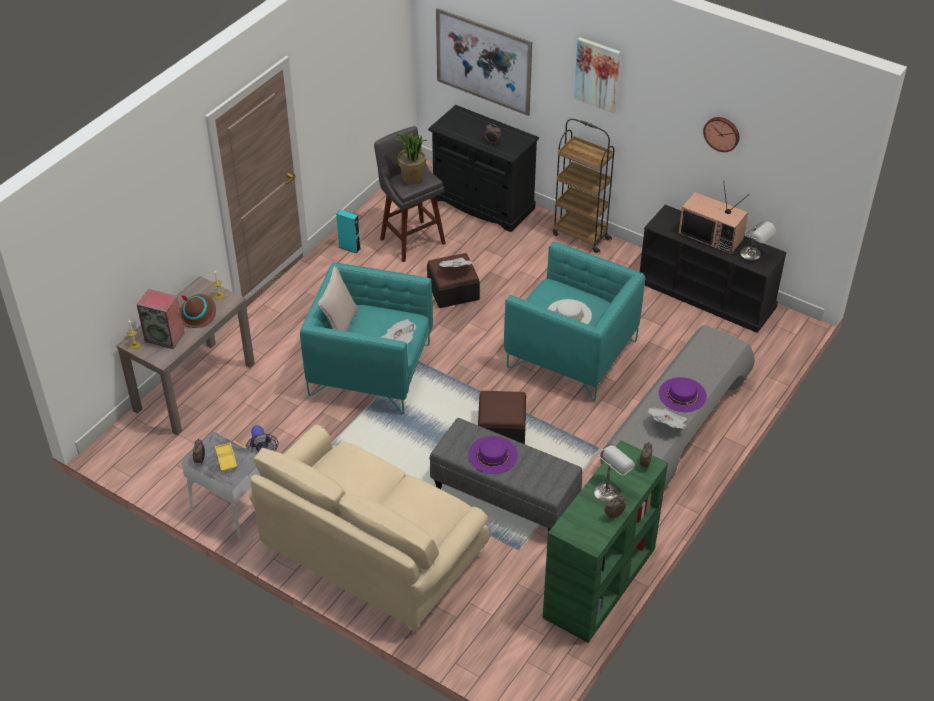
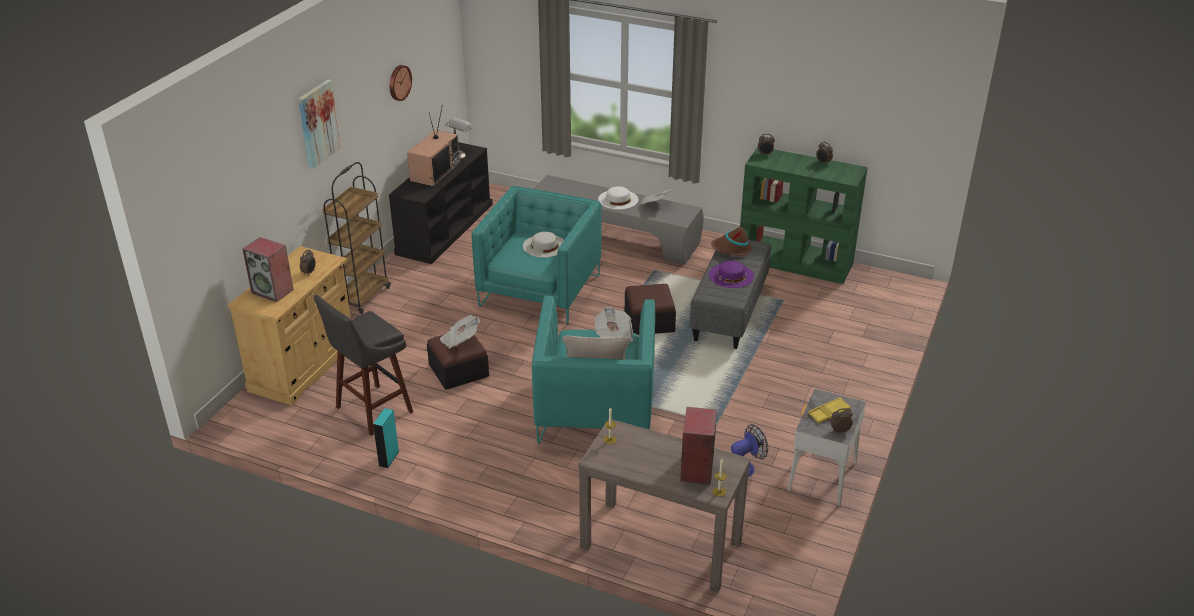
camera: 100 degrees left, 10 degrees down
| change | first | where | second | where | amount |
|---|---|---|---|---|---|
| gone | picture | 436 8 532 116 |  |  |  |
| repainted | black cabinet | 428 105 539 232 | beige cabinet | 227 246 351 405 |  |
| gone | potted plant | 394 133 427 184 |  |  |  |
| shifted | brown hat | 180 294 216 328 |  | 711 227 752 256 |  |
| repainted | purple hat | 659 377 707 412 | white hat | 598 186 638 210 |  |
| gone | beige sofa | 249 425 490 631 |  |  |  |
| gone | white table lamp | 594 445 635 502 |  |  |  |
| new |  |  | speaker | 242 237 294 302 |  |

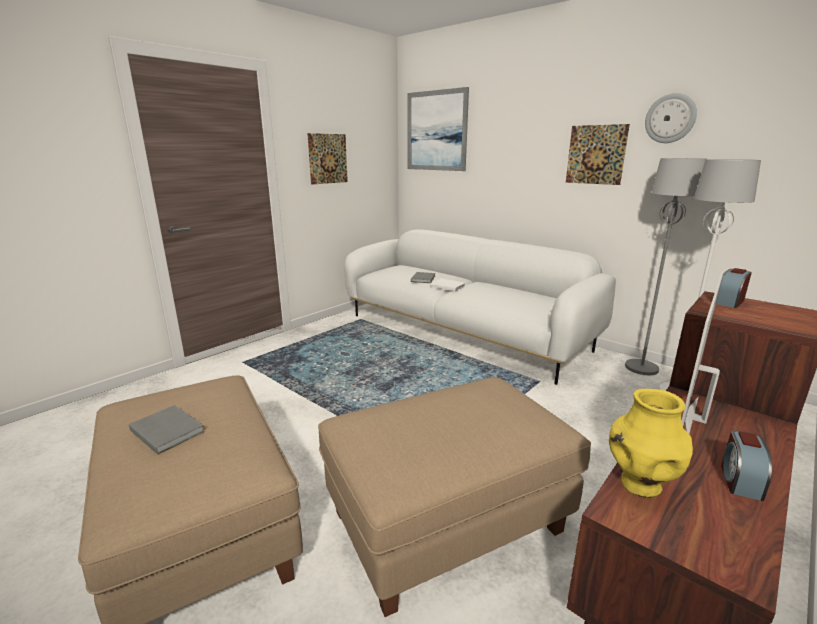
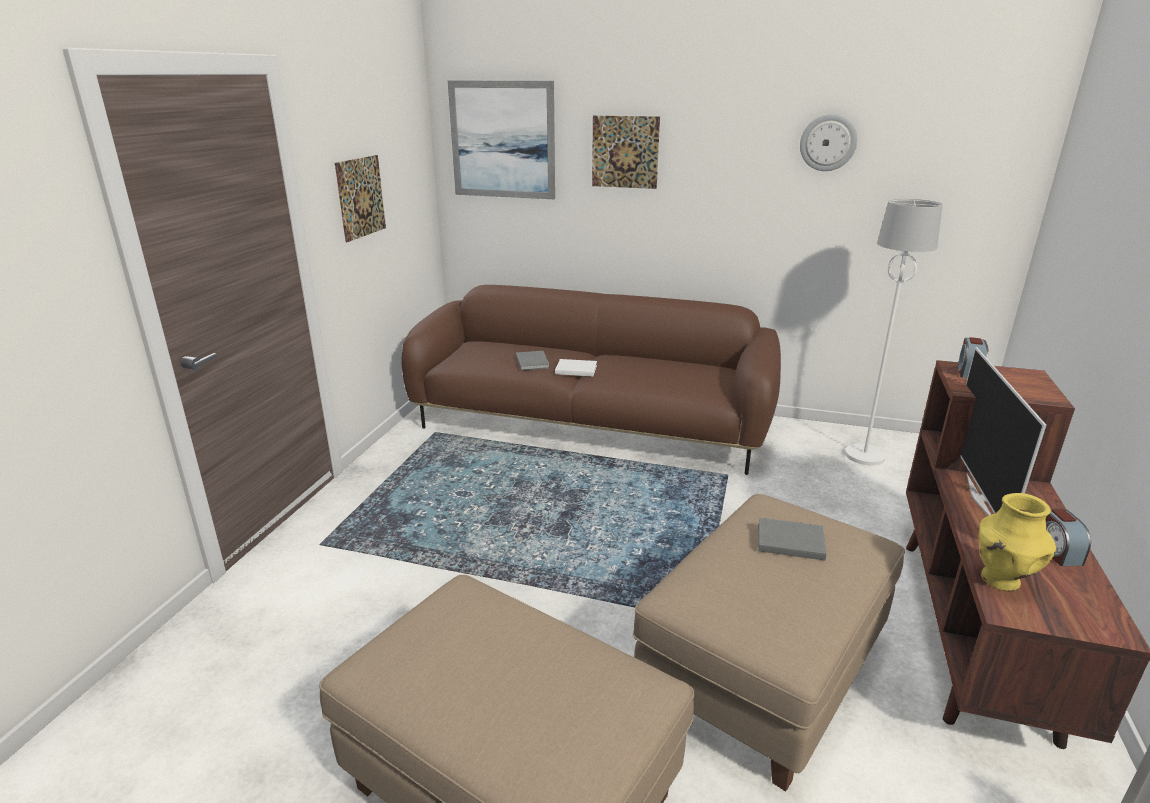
camera: 25 degrees left, 5 degrees up
| change | first | where | second | where | amount |
|---|---|---|---|---|---|
| shifted | picture | 566 124 630 185 |  | 592 116 660 189 |  |
| gone | grey floor lamp | 625 158 706 375 |  |  |  |
| repainted | white sofa | 345 229 616 385 | brown sofa | 401 285 781 475 |  |
| shifted | grey book | 129 405 205 455 |  | 758 518 827 561 |  |

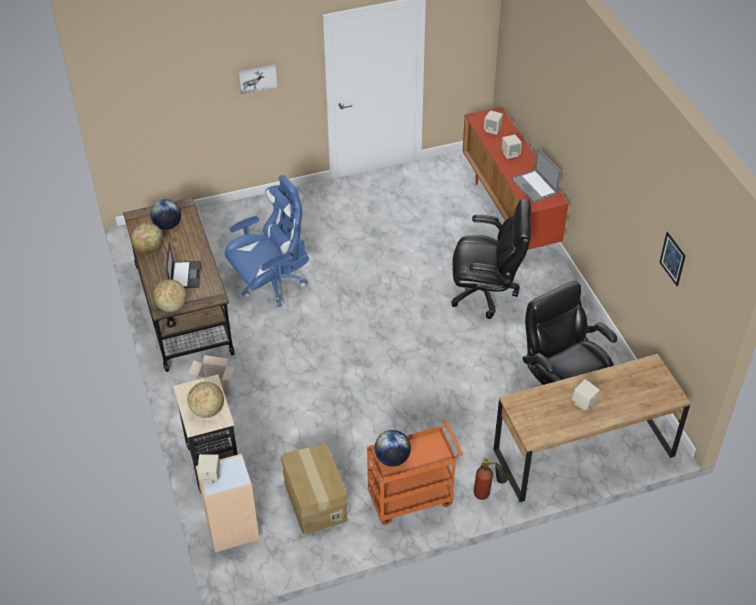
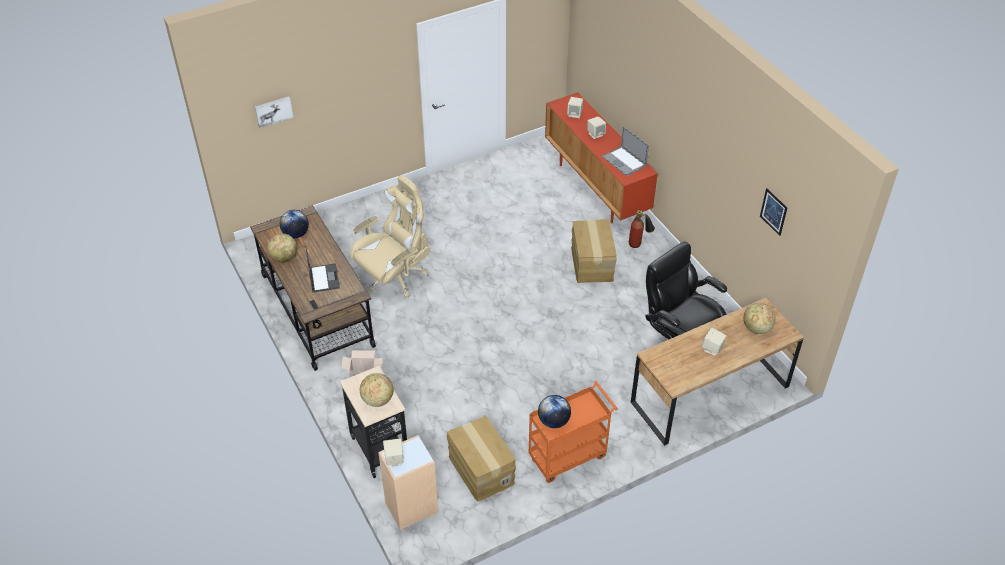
camera: 10 degrees left, 0 degrees up
| change | first | where | second | where | amount |
|---|---|---|---|---|---|
| shifted | picture | 238 64 277 95 |  | 255 96 293 128 |  |
| repainted | blue office chair | 225 175 309 307 | beige office chair | 350 175 430 298 |  |
| swapped | black office chair | 452 199 531 319 | cardboard box | 571 219 617 283 |  |
| shifted | globe | 153 279 187 312 |  | 743 303 776 334 |  |
| shifted | fire extinguisher | 474 457 509 500 |  | 629 210 655 248 |  |

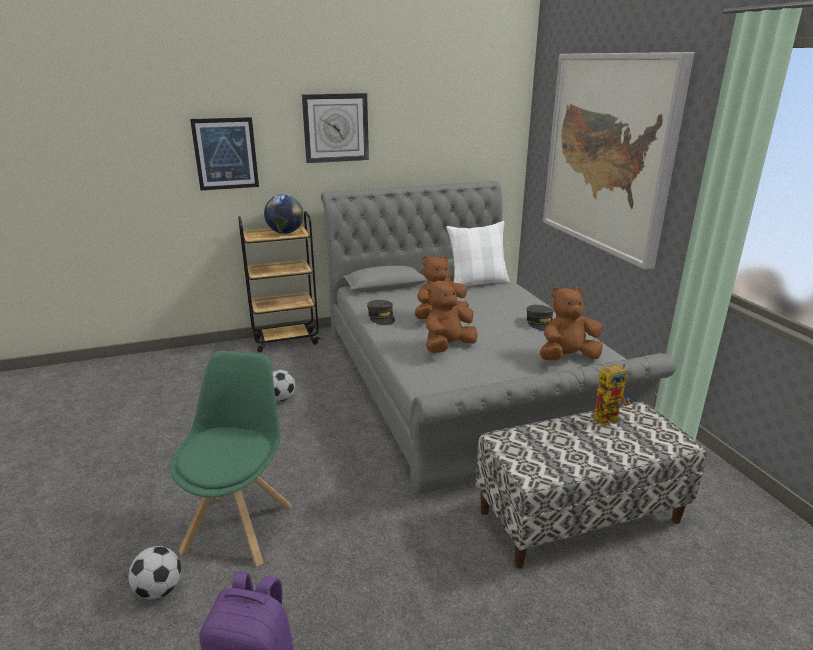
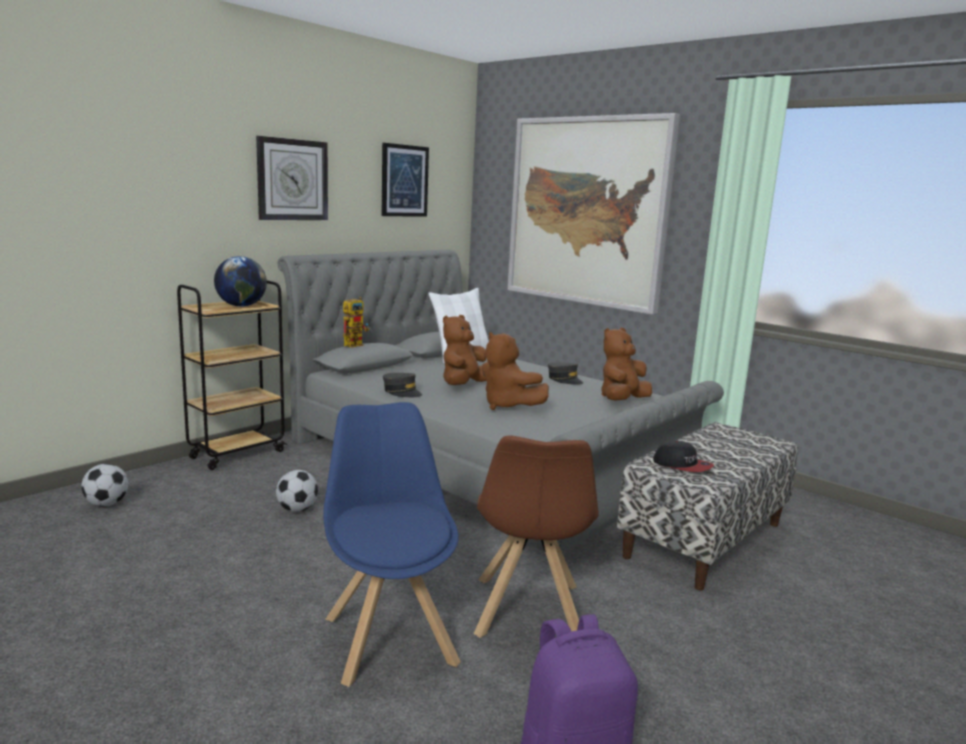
camera: 30 degrees left, 10 degrees down
| change | first | where | second | where | amount |
|---|---|---|---|---|---|
| shifted | picture | 190 117 259 190 |  | 382 143 429 217 |  |
| rotated | brown plush toy | 426 278 478 353 |  | 482 332 549 410 | 60 degrees counterclockwise |
| repainted | green chair | 170 351 292 567 | blue chair | 323 402 461 687 |  |
| shifted | toy robot | 593 363 630 426 |  | 343 297 369 348 |  |
| shifted | football | 128 546 181 599 |  | 81 464 128 506 |  |
| new |  |  | brown chair | 474 435 599 638 |  |
| new |  |  | cap | 653 441 714 472 |  |

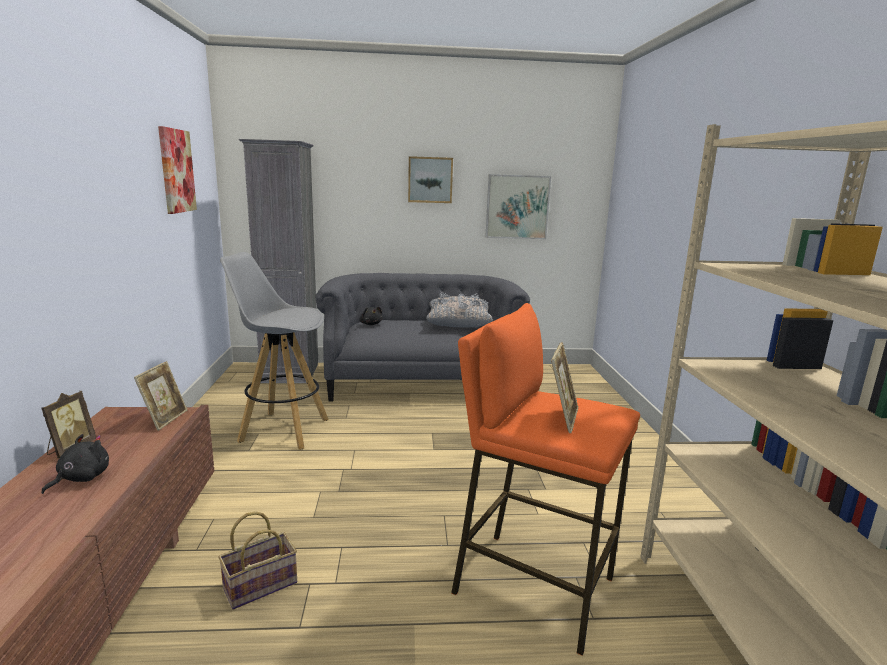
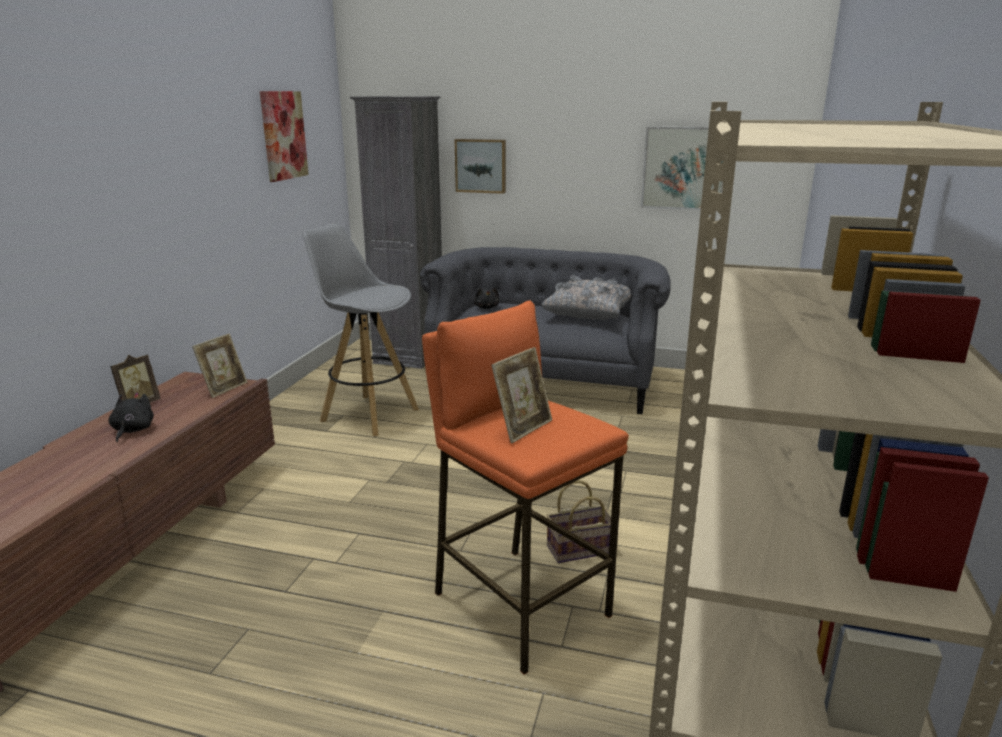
camera: 20 degrees right, 5 degrees up
| change | first | where | second | where | amount |
|---|---|---|---|---|---|
| shifted | picture | 408 156 453 203 |  | 455 139 506 194 |  |
| rotated | black plush toy | 41 434 109 494 |  | 109 392 154 442 | 45 degrees counterclockwise |
| shifted | basket | 218 511 297 609 |  | 546 480 611 563 |  |

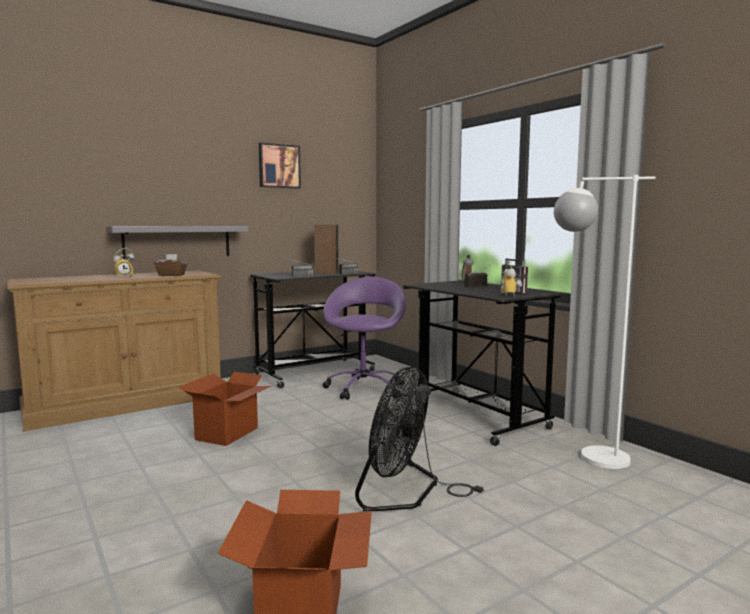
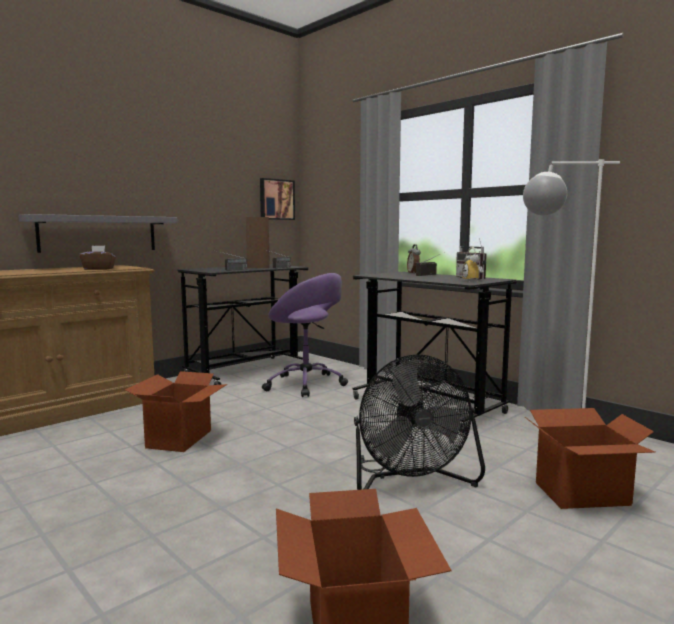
camera: 10 degrees left, 0 degrees up
| change | first | where | second | where | amount |
|---|---|---|---|---|---|
| shifted | picture | 259 143 301 189 |  | 260 178 295 220 |  |
| gone | alarm clock | 113 248 135 278 |  |  |  |
| rotated | purple office chair | 322 277 406 400 |  | 262 273 348 397 | 120 degrees clockwise |
| rotated | black fan | 355 366 485 512 |  | 354 354 485 490 | 120 degrees counterclockwise |
| new |  |  | cardboard box | 525 408 655 509 |  |

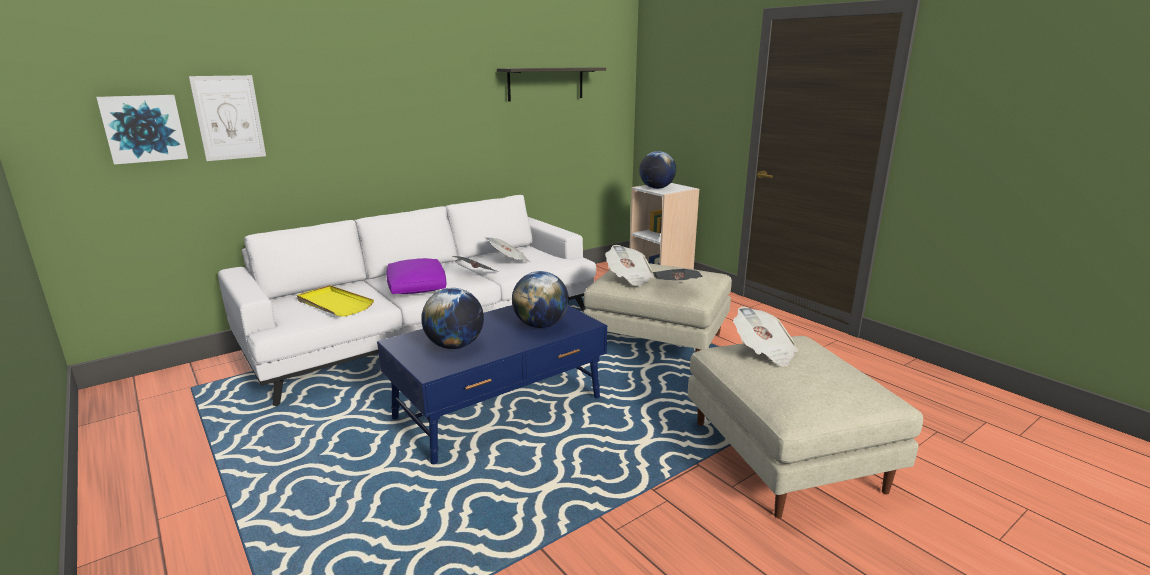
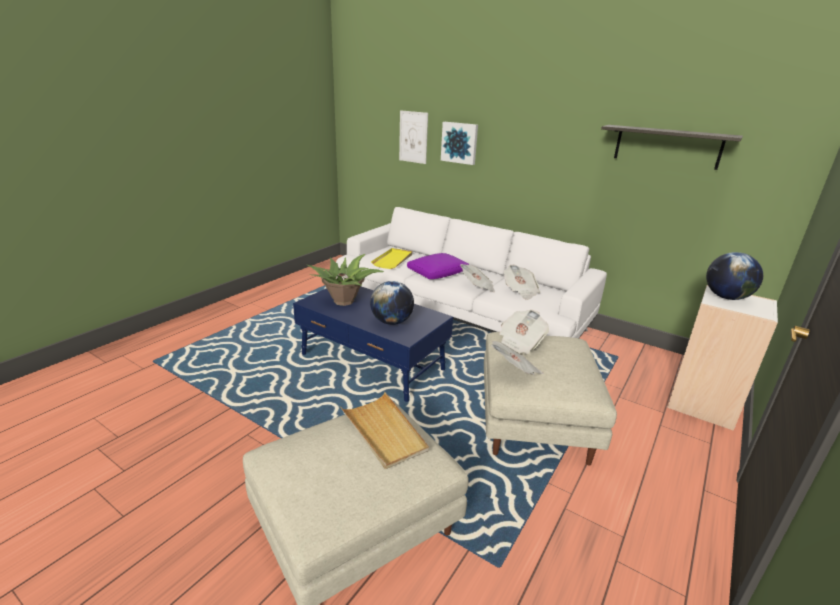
camera: 70 degrees right, 5 degrees up
| change | first | where | second | where | amount |
|---|---|---|---|---|---|
| shifted | picture | 96 95 188 165 |  | 441 122 478 165 |  |
| swapped | globe | 421 288 484 349 | potted plant | 307 254 384 306 |  |
| swapped | newspaper | 733 306 799 367 | beige tray | 341 392 429 469 |  |

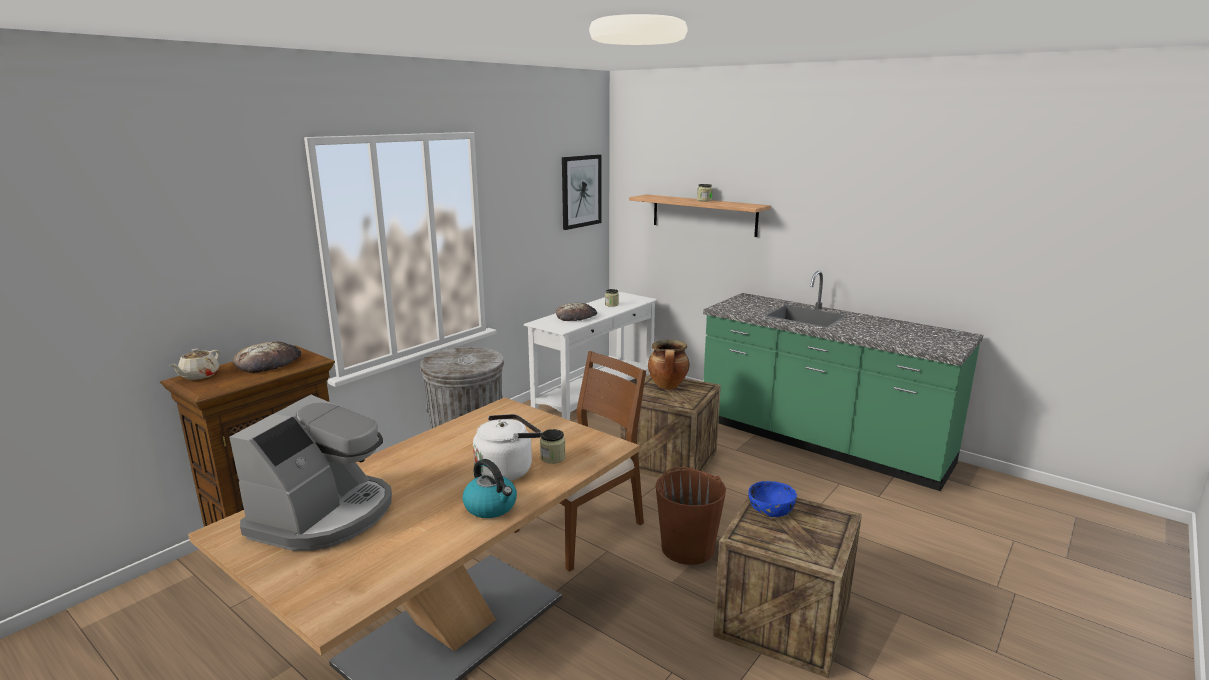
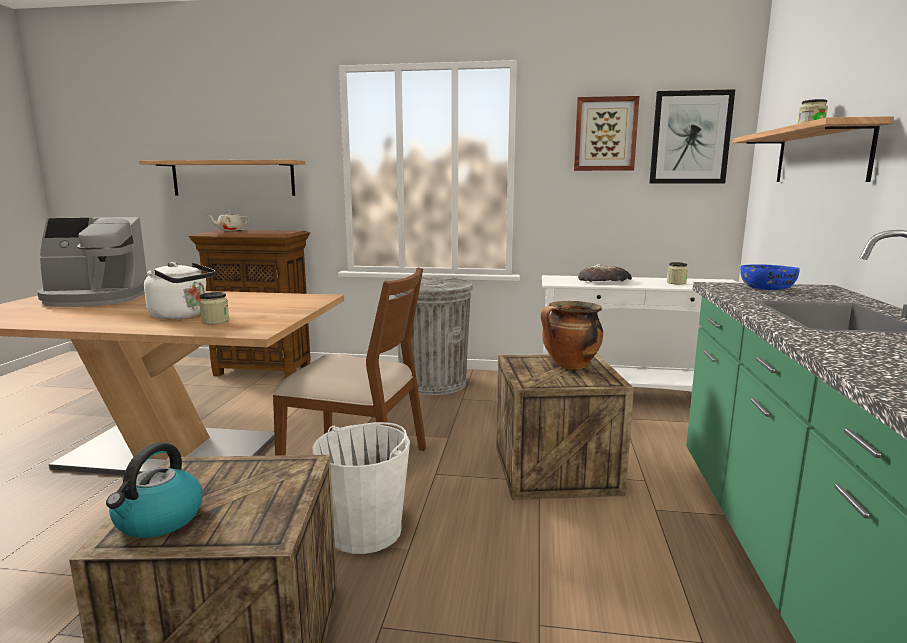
camera: 60 degrees right, 5 degrees down
| change | first | where | second | where | amount |
|---|---|---|---|---|---|
| gone | bread | 233 341 302 373 |  |  |  |
| shifted | kettle | 462 459 517 518 |  | 106 442 203 538 |  |
| repainted | brown bucket | 655 467 726 565 | white bucket | 312 422 410 554 |  |
| shifted | blue bowl | 748 481 797 517 |  | 740 264 799 290 |  |
| new |  |  | picture | 574 96 639 171 |  |
| new |  |  | shelf | 139 160 305 196 |  |

